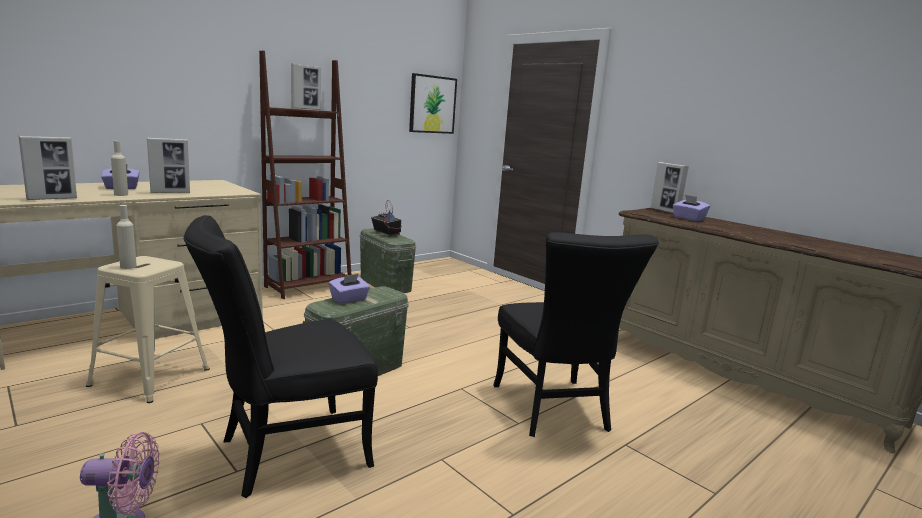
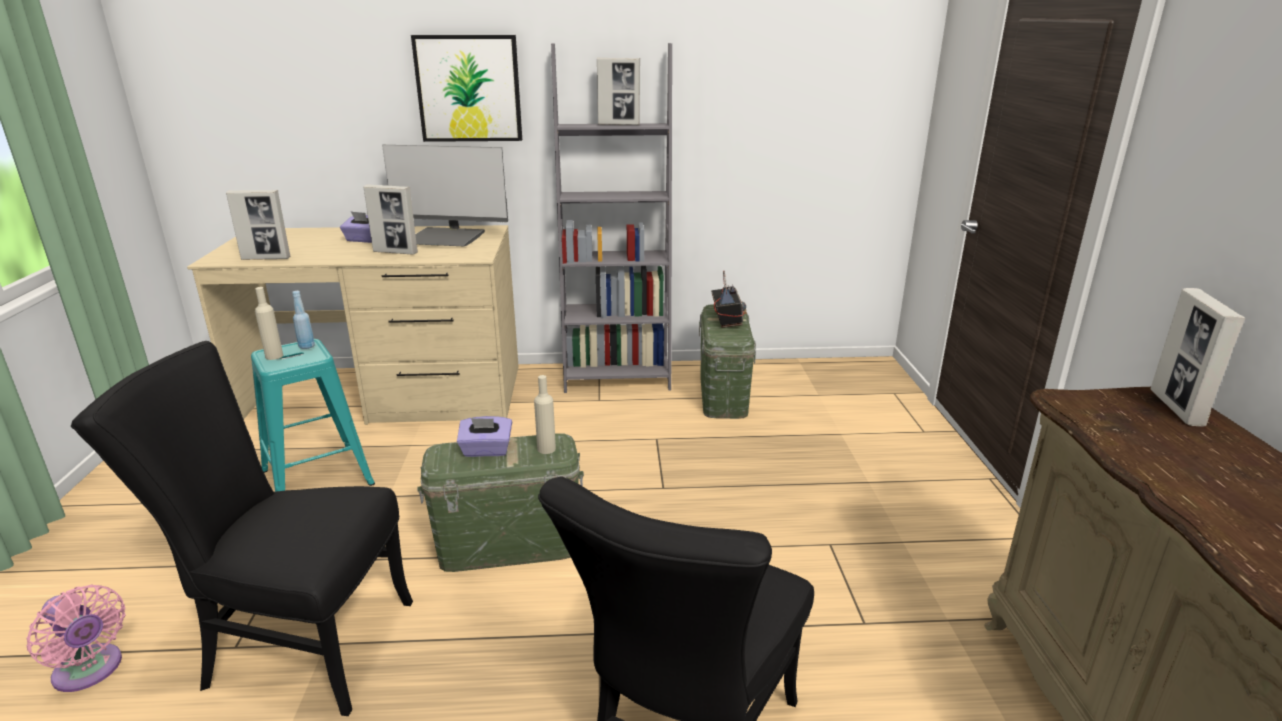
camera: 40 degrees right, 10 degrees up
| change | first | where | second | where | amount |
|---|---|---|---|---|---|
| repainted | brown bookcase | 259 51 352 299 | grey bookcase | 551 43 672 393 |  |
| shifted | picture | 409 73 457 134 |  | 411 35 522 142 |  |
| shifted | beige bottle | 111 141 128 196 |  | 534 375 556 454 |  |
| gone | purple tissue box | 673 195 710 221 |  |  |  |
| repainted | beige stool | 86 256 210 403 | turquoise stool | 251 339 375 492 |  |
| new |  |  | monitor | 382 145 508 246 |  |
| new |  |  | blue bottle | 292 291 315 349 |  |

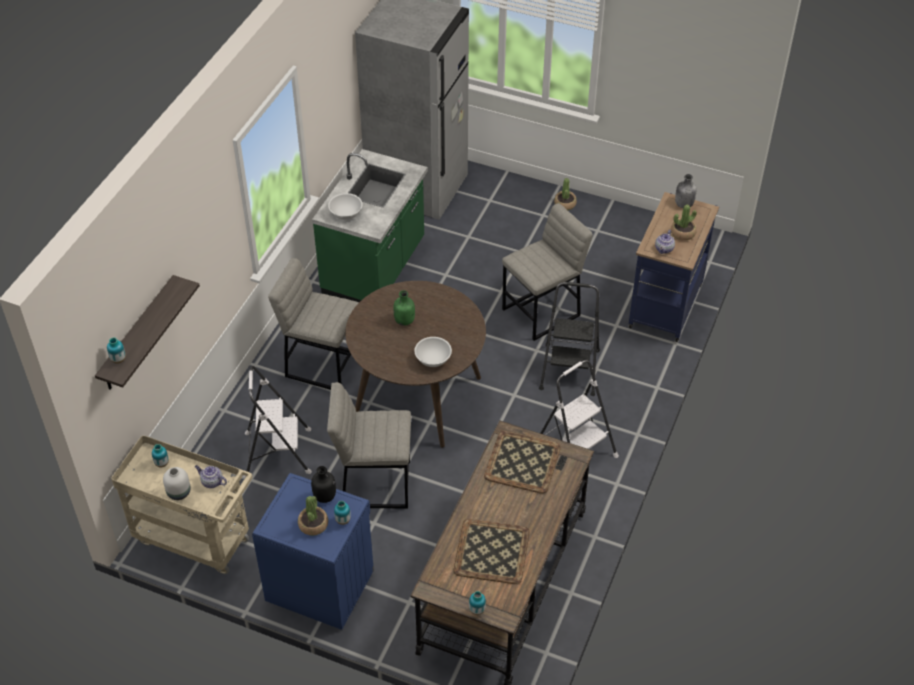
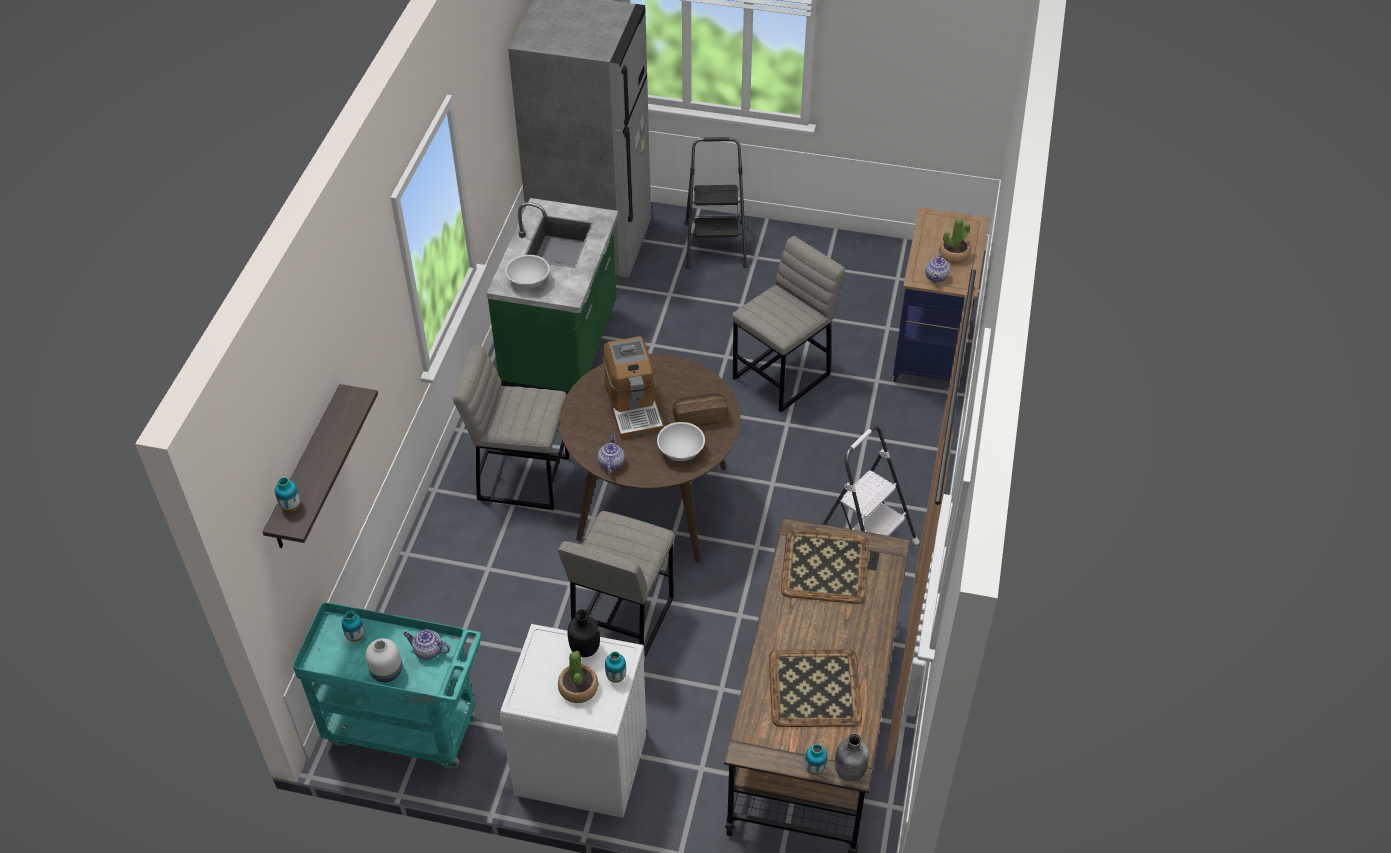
camera: 10 degrees left, 0 degrees up
| change | first | where | second | where | amount |
|---|---|---|---|---|---|
| shifted | grey bottle | 675 174 696 208 |  | 835 733 869 781 |  |
| gone | potted plant | 554 178 577 210 |  |  |  |
| shifted | black step ladder | 539 282 600 396 |  | 684 137 748 269 |  |
| swapped | green bottle | 393 290 415 326 | coffee machine | 603 336 663 439 |  |
| gone | white step ladder | 243 366 312 478 |  |  |  |
| rotated | grey chair | 327 382 411 509 |  | 558 511 674 657 | 60 degrees counterclockwise |
| repainted | beige cart | 111 436 252 574 | turquoise cart | 293 603 482 769 |  |
| repainted | blue washing machine | 252 473 374 630 | white washing machine | 500 624 647 818 |  |
| new |  |  | bread | 673 393 728 426 |  |
| new |  |  | teapot | 598 434 625 474 |  |

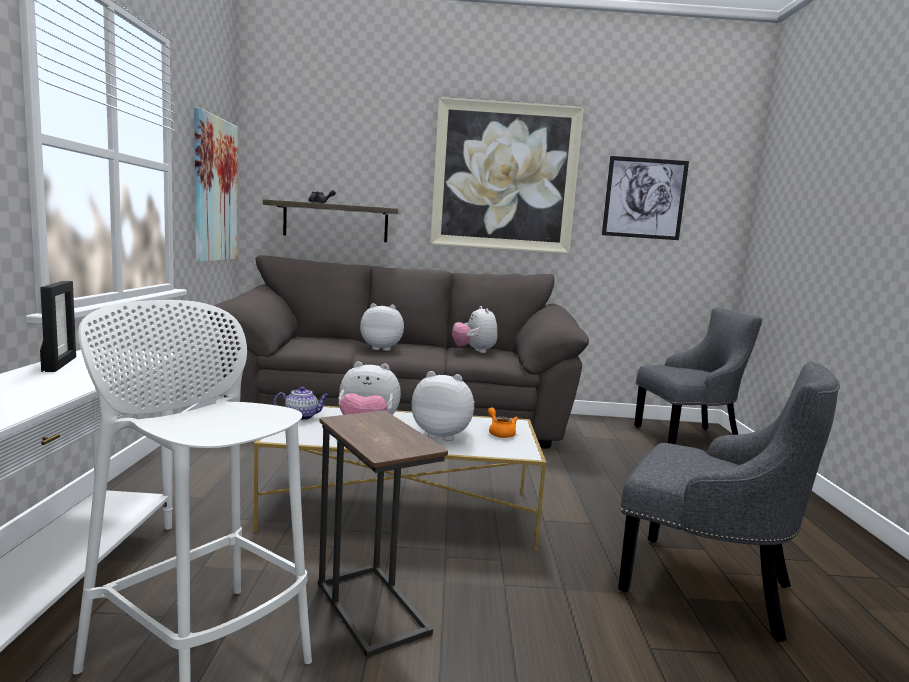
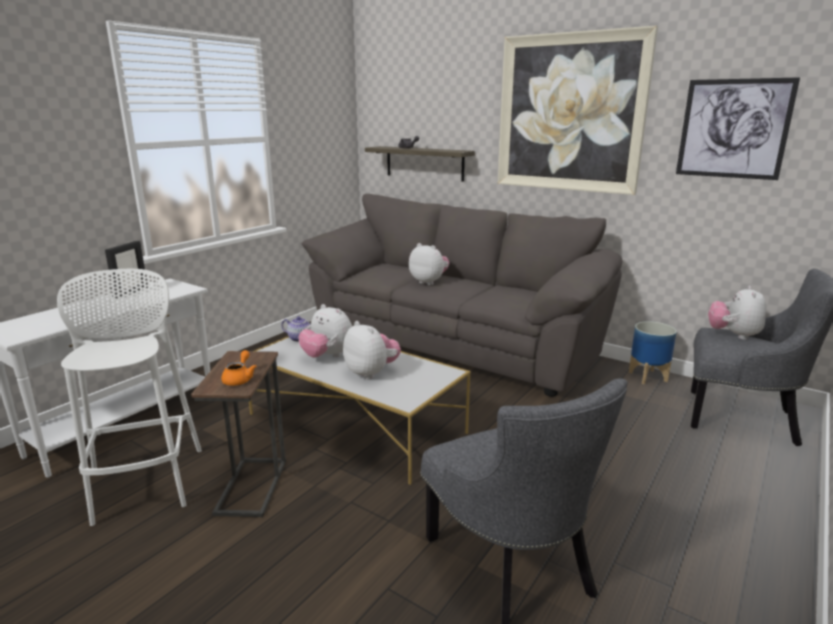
camera: 35 degrees right, 10 degrees up
| change | first | where | second | where | amount |
|---|---|---|---|---|---|
| gone | picture | 194 107 237 262 |  |  |  |
| shifted | plush toy | 452 306 498 353 |  | 708 285 766 340 |  |
| shifted | orange teapot | 488 407 518 438 |  | 221 350 256 386 |  |
| new |  |  | planter | 629 321 677 384 |  |

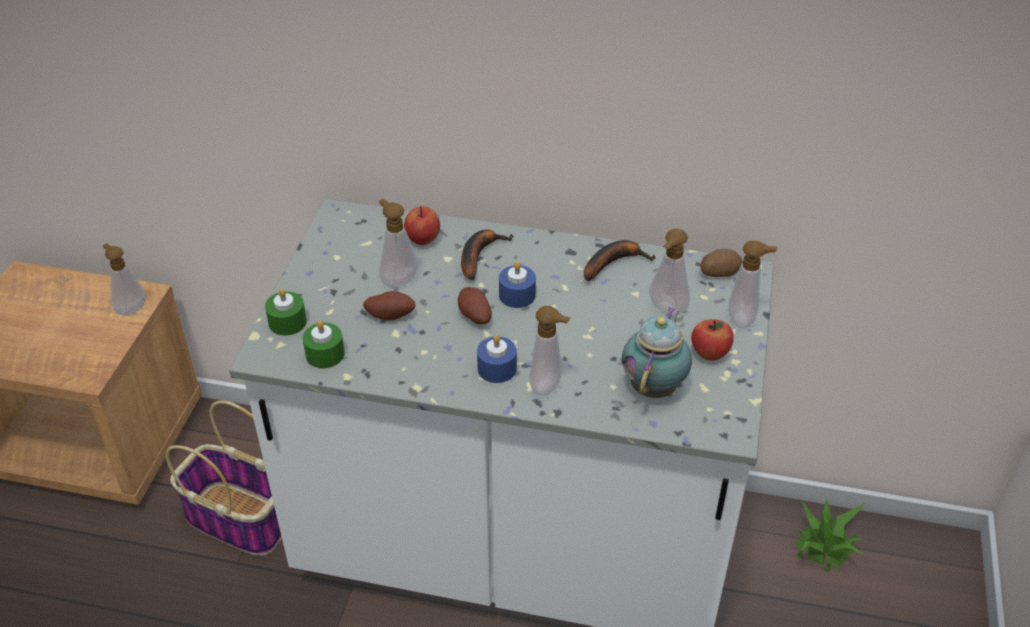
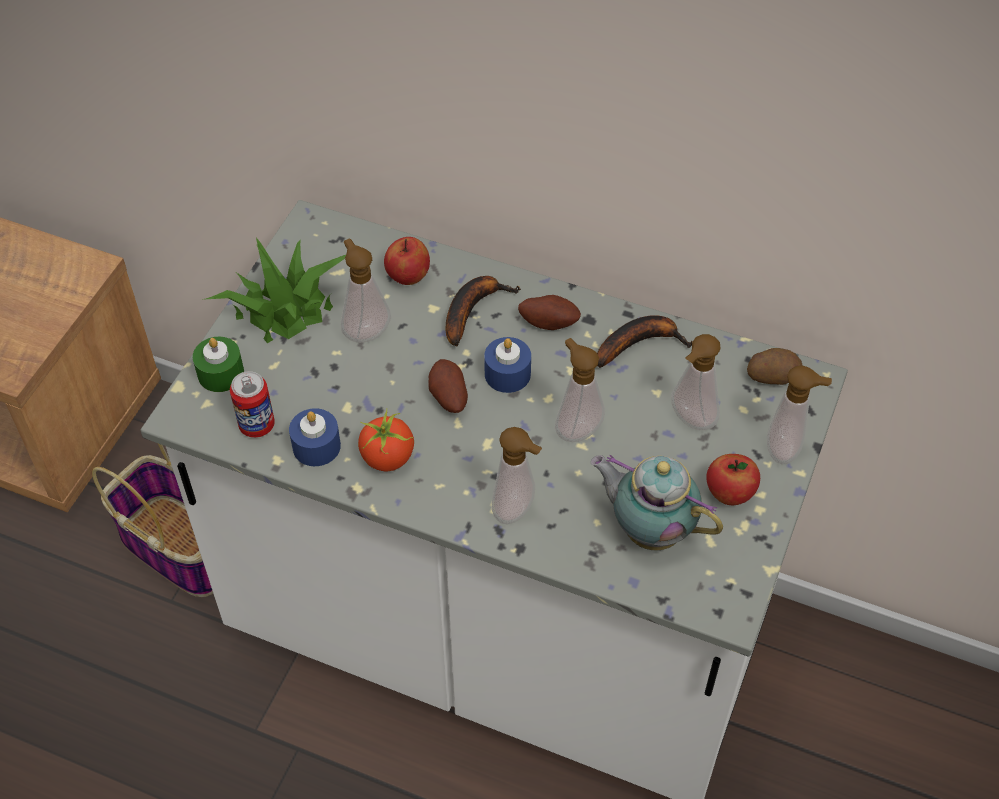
camera: 10 degrees right, 10 degrees up
| change | first | where | second | where | amount |
|---|---|---|---|---|---|
| shifted | soap dispenser | 103 243 146 316 |  | 555 338 605 442 |  |
| shifted | potato | 363 291 416 320 |  | 518 295 581 330 |  |
| rotated | teapot | 622 307 692 398 |  | 591 455 723 550 | 90 degrees counterclockwise |
| swapped | green candle | 302 320 345 368 | can | 230 371 275 438 |  |
| shifted | blue candle | 477 334 517 383 |  | 289 408 341 466 |  |
| shifted | potted plant | 795 499 865 572 |  | 202 238 346 343 |  |
| new |  |  | tomato | 358 408 414 472 |  |

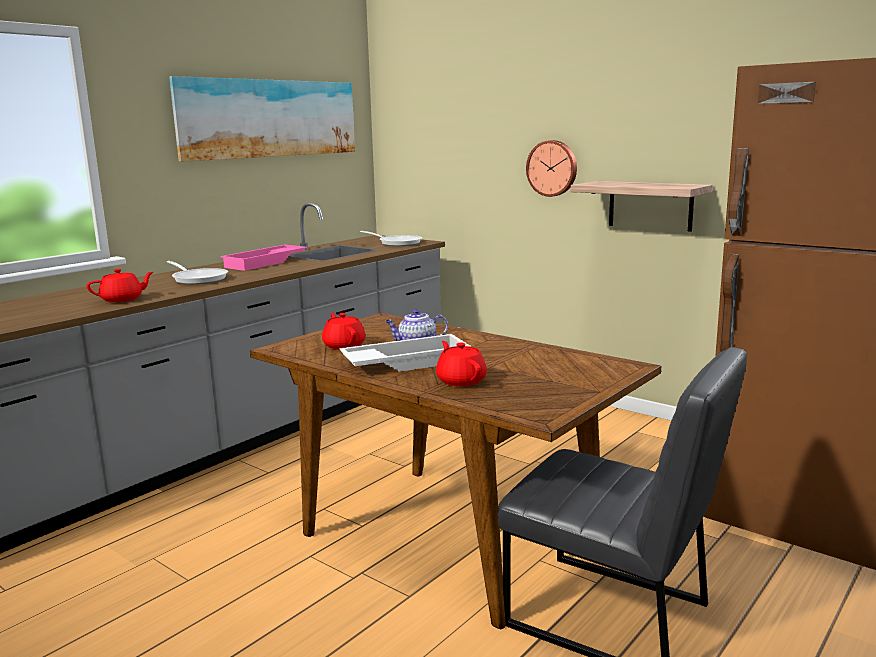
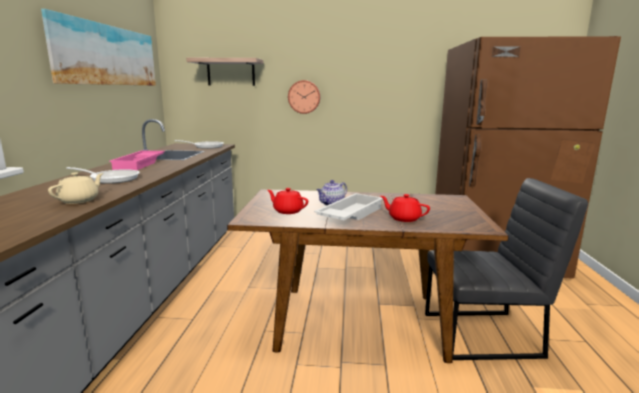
camera: 35 degrees left, 0 degrees up
| change | first | where | second | where | amount |
|---|---|---|---|---|---|
| shifted | shelf | 571 181 713 232 |  | 186 58 263 86 |  |
| repainted | red teapot | 87 269 153 303 | beige teapot | 48 173 104 204 |  |

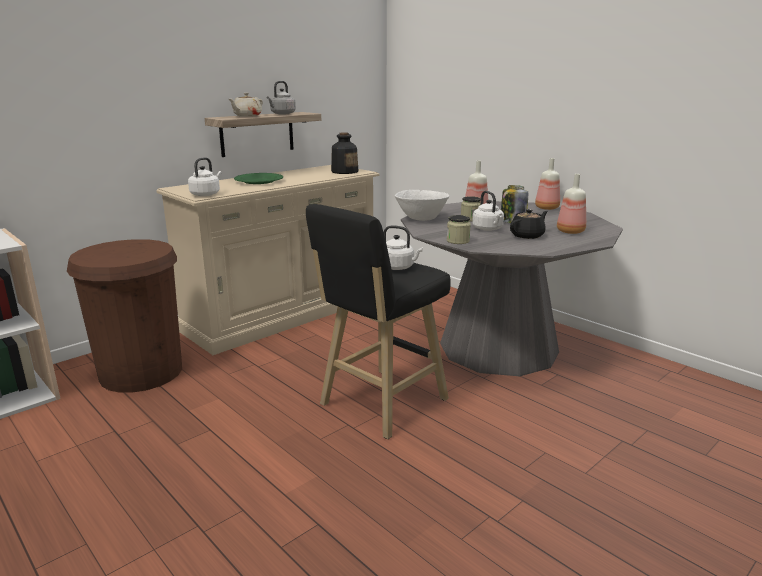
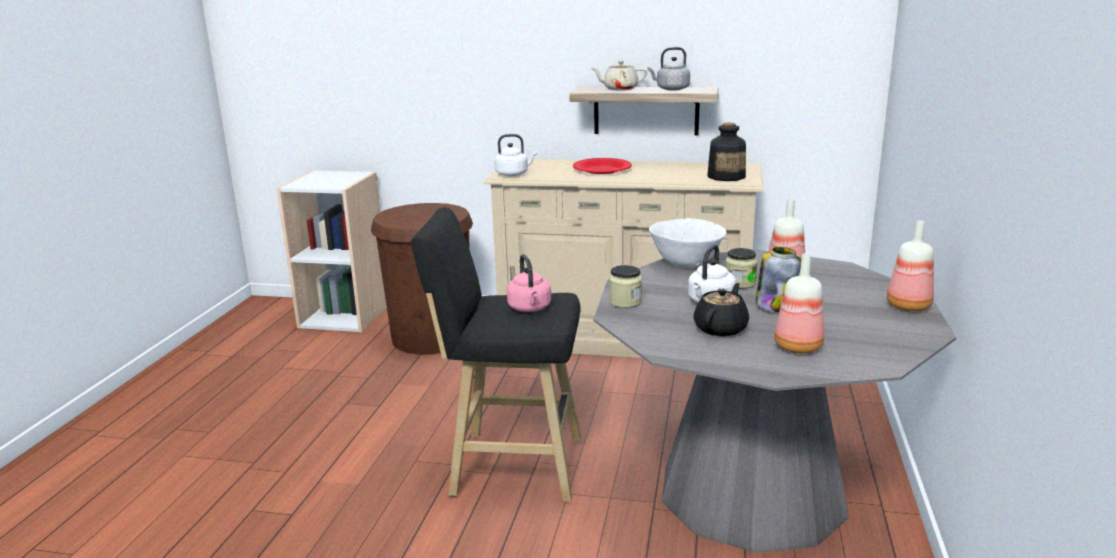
camera: 55 degrees right, 0 degrees up
| change | first | where | second | where | amount |
|---|---|---|---|---|---|
| repainted | green plate | 234 173 283 184 | red plate | 573 158 632 174 |  |
| rotated | black teapot | 510 209 548 239 |  | 693 283 749 337 | 75 degrees counterclockwise |
| repainted | white kettle | 384 225 423 270 | pink kettle | 507 254 551 312 |  |

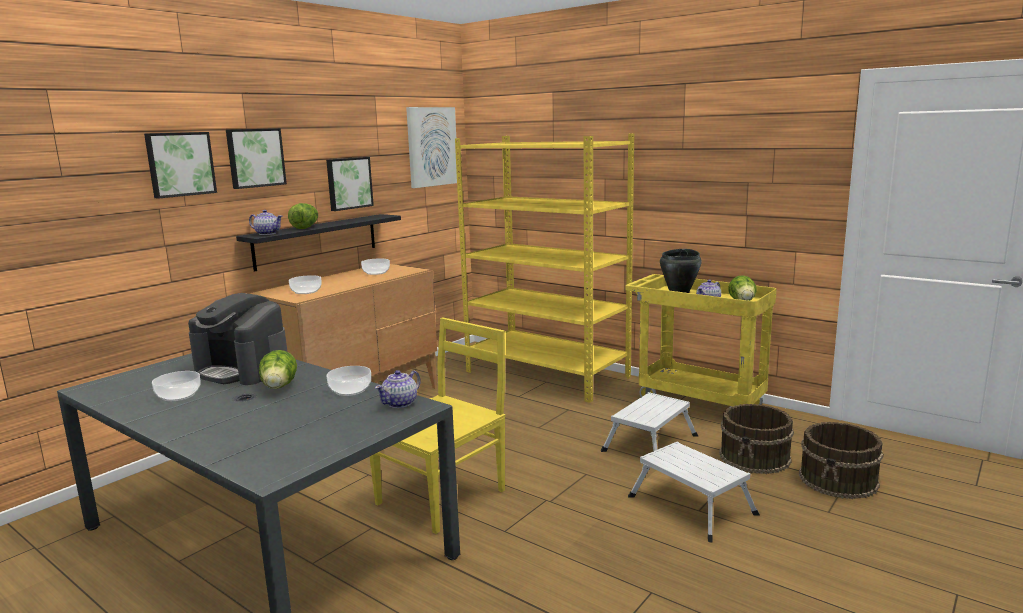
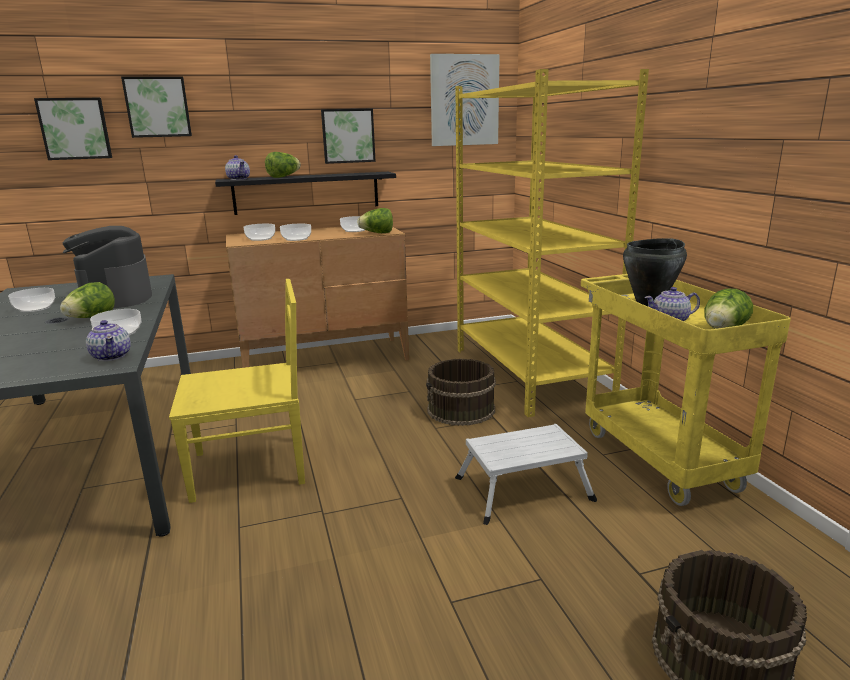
camera: 35 degrees right, 5 degrees up
| change | first | where | second | where | amount |
|---|---|---|---|---|---|
| shifted | picture | 226 128 287 189 |  | 34 98 112 160 |  |
| rotated | teapot | 375 370 421 408 |  | 86 320 131 361 | 105 degrees counterclockwise |
| shifted | brown bucket | 719 404 794 474 |  | 426 359 496 426 |  |
| gone | white step ladder | 628 442 760 542 |  |  |  |
| new |  |  | lettuce | 357 208 393 233 |  |
| new |  |  | bowl | 280 224 311 241 |  |

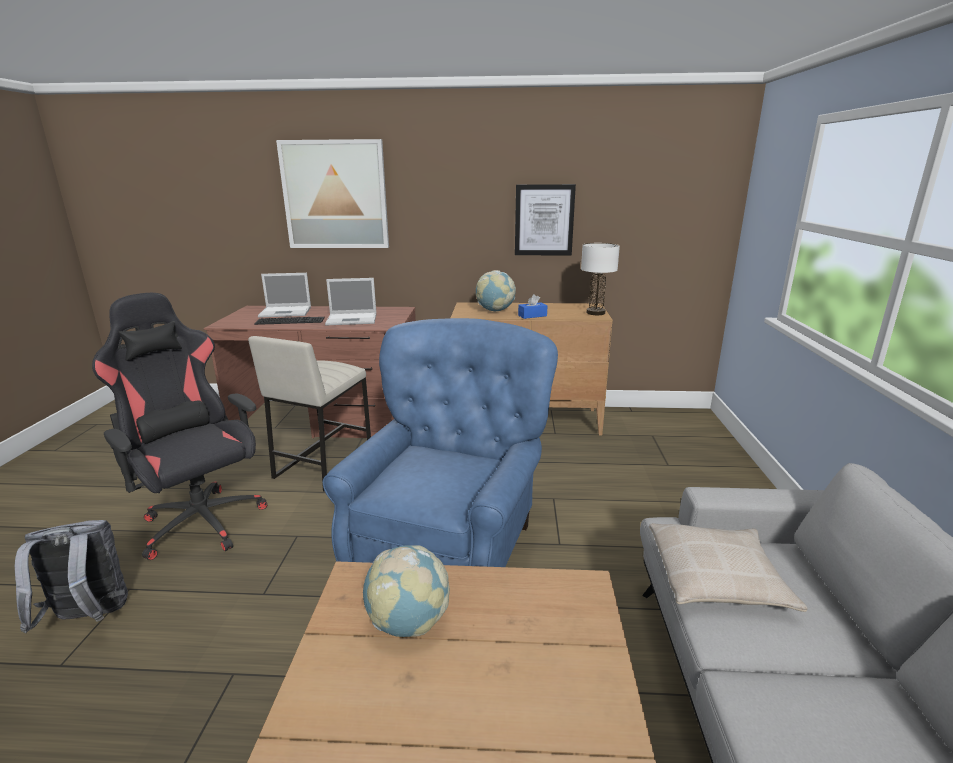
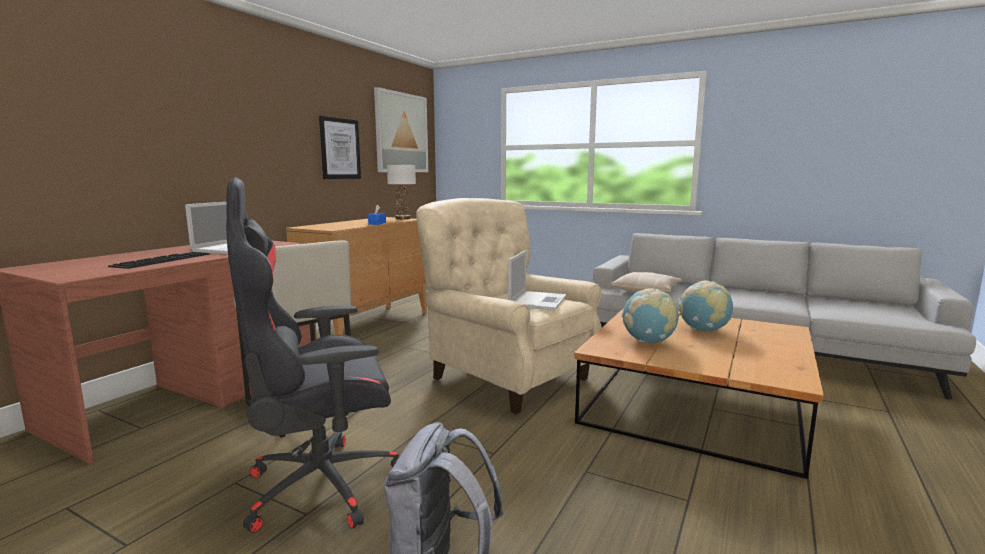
camera: 65 degrees left, 10 degrees down
| change | first | where | second | where | amount |
|---|---|---|---|---|---|
| shifted | picture | 276 139 389 248 |  | 374 87 428 172 |  |
| shifted | globe | 476 270 516 311 |  | 679 281 733 331 |  |
| shifted | laptop | 258 273 311 318 |  | 508 250 567 310 |  |
| repainted | blue armchair | 323 318 558 567 | beige armchair | 416 198 602 414 |  |

